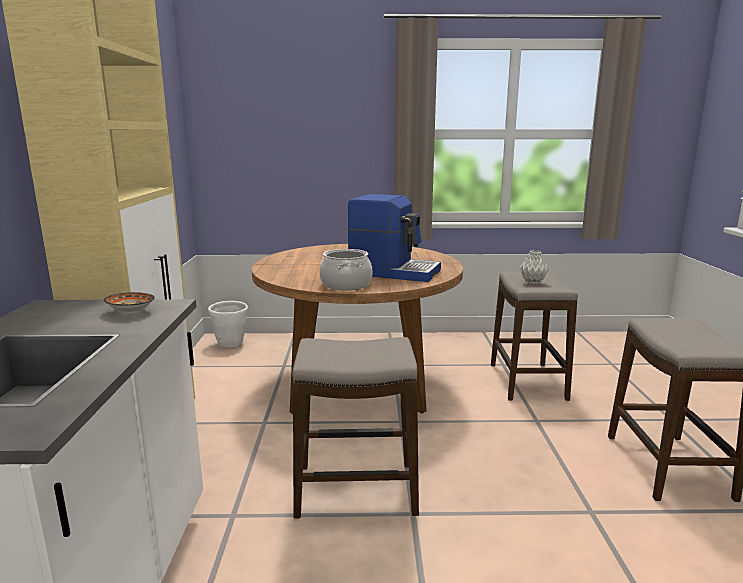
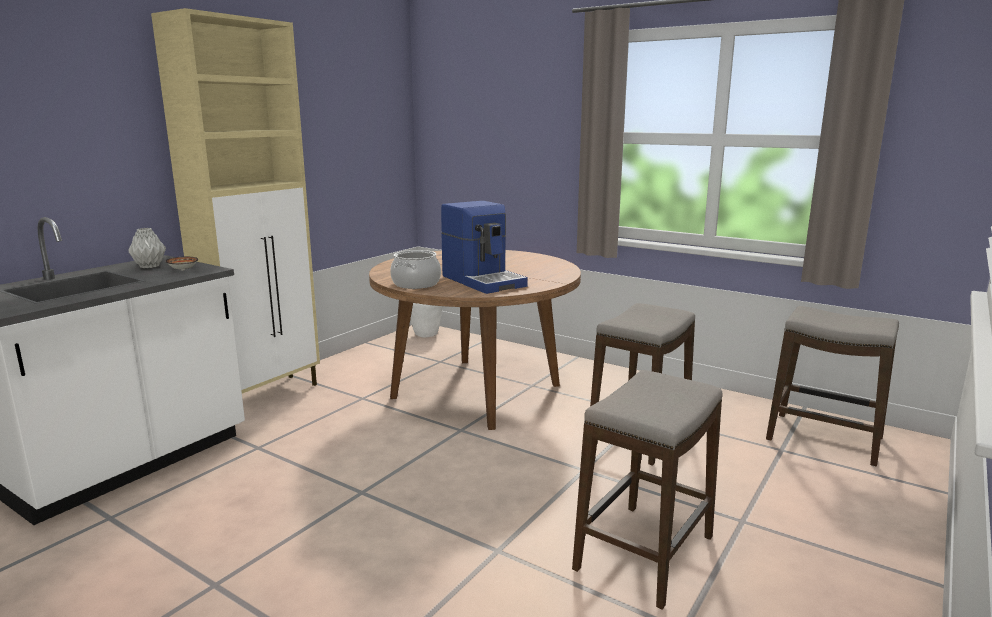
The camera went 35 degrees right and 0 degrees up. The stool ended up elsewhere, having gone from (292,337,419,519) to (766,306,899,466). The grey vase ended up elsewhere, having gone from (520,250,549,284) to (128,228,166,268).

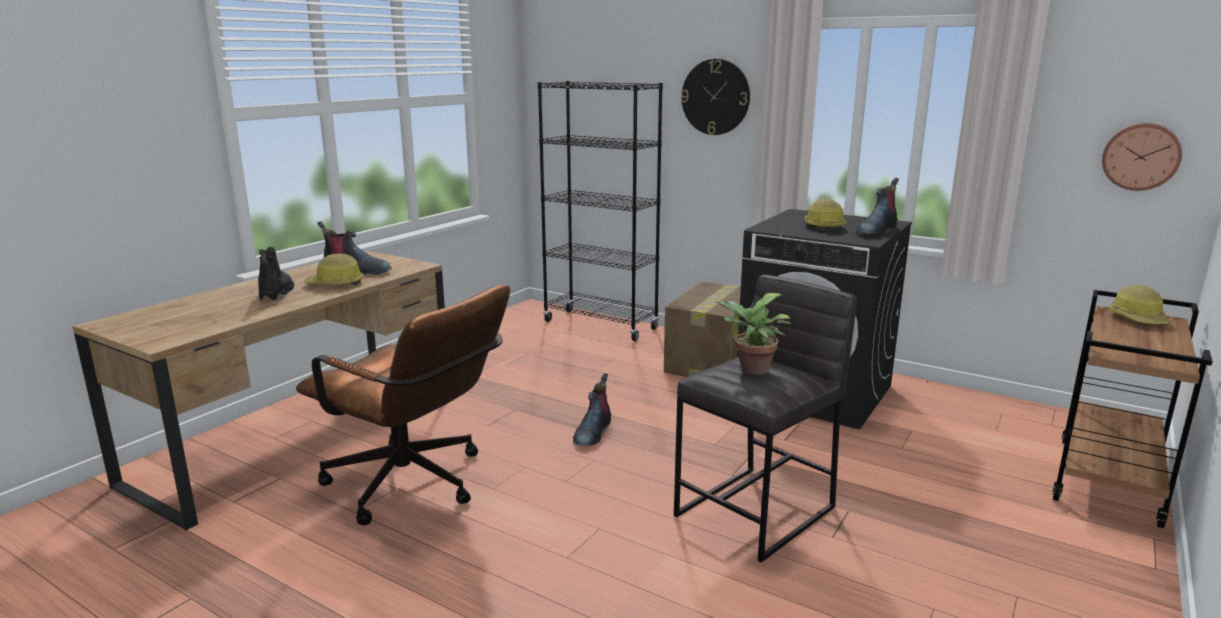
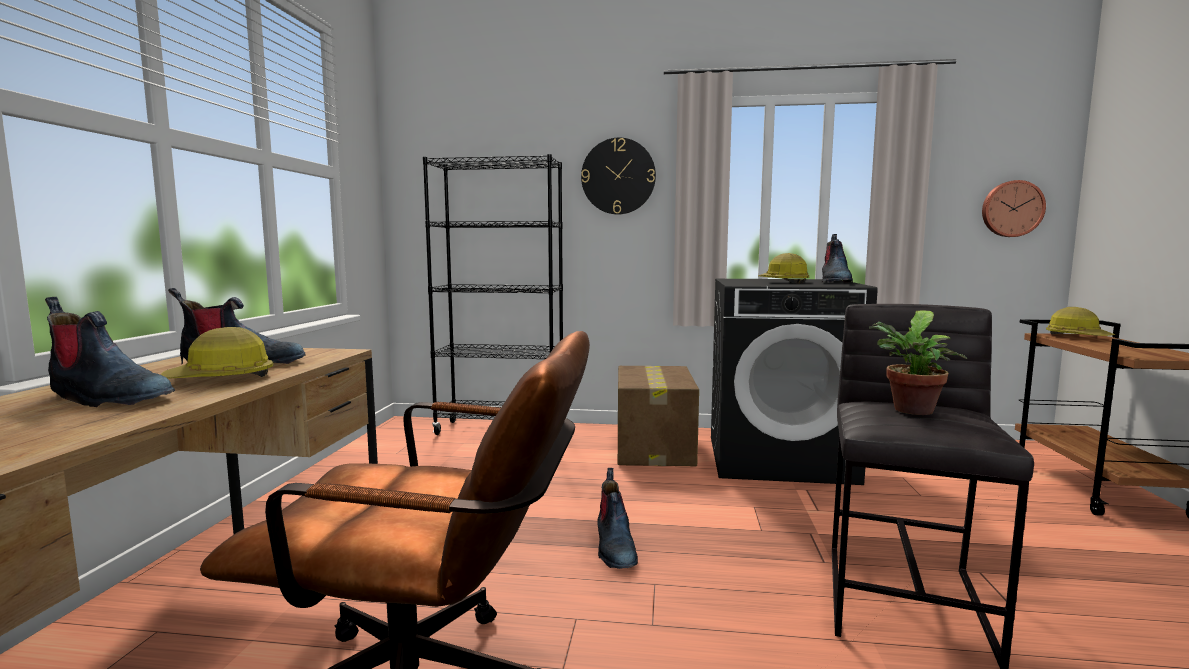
The camera went 25 degrees left and 10 degrees down. The boot at (258,247,294,301) ended up facing another way, 150 degrees clockwise from before.

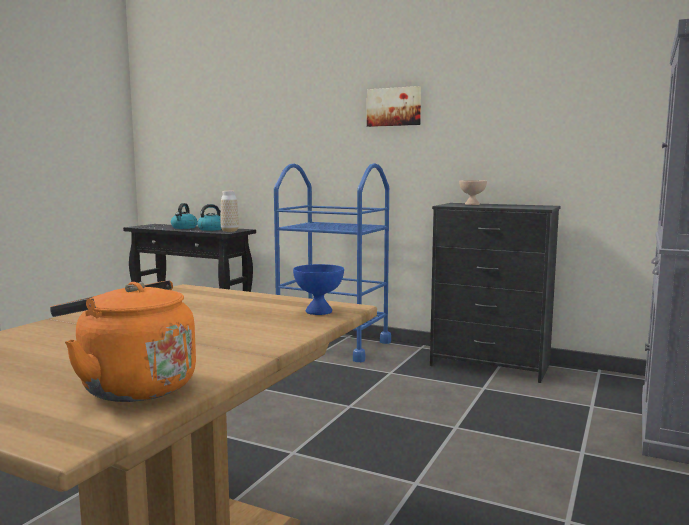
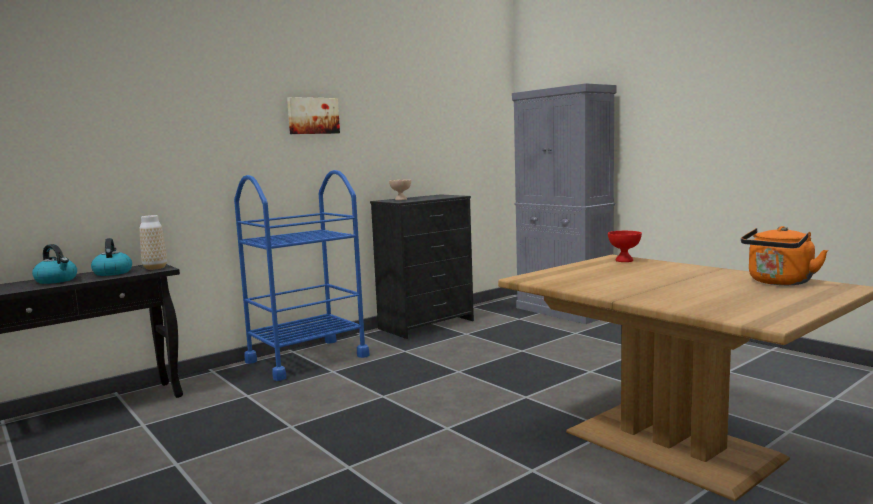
The camera went 65 degrees left and 0 degrees up. What was the blue bowl at (293,264,344,315) turned into the red bowl at (608,231,642,262).

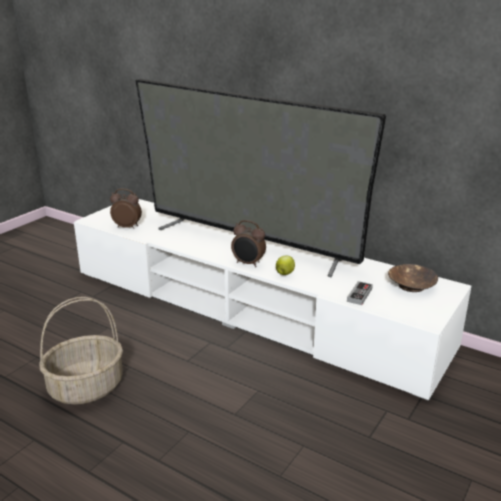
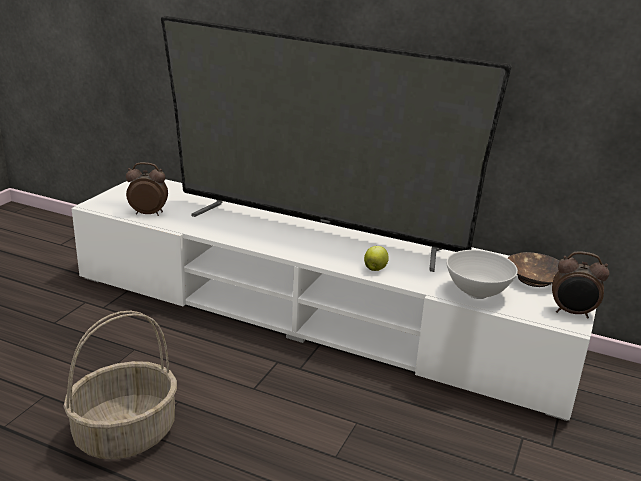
The camera went 10 degrees left and 0 degrees up. The alarm clock ended up elsewhere, having gone from (231,220,266,267) to (552,251,609,319). Where the game controller stood at (347,281,373,305), the white bowl came to stand at (446,250,518,299).

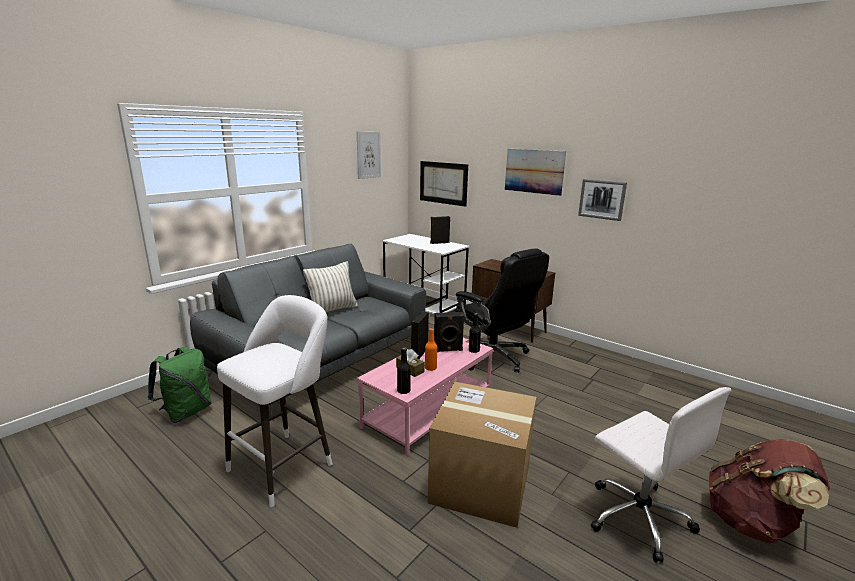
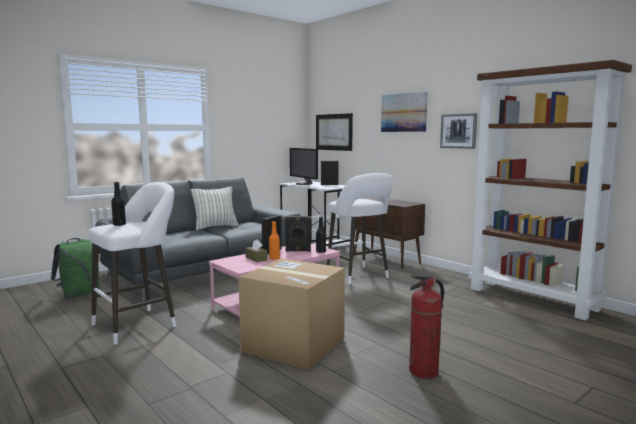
The camera went 10 degrees right and 10 degrees down. The second view lost the picture at (357,131,381,179). The black bottle ended up elsewhere, having gone from (397,347,411,394) to (111,182,126,226). Where the black office chair stood at (455,248,549,373), the white stool came to stand at (327,173,393,284). Where the white office chair stood at (591,387,731,563), the fire extinguisher came to stand at (409,275,444,379). The second view lost the brown backpack at (708,439,830,544). The second view gained the monitor at (290,148,318,185). The second view gained the brown bookcase at (469,60,632,320).

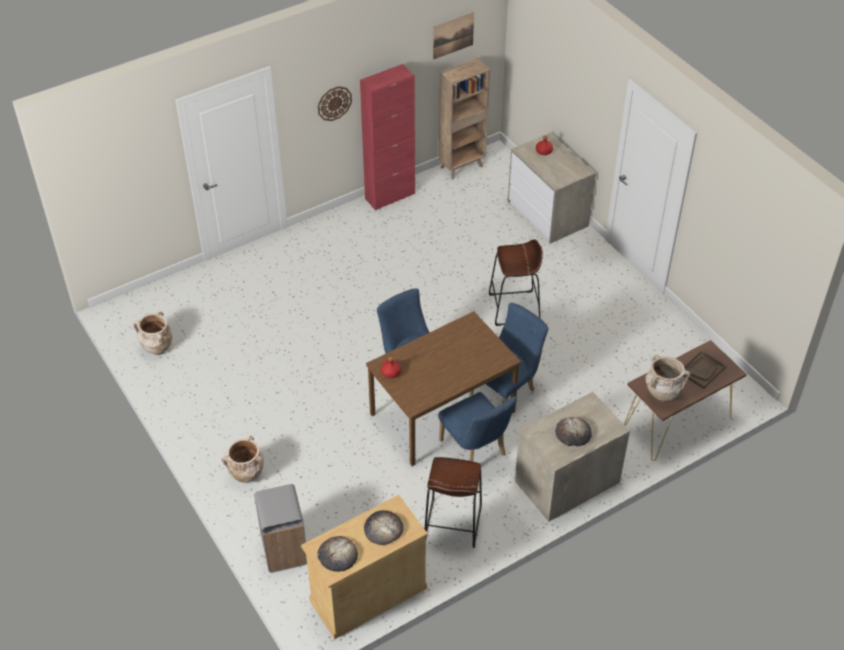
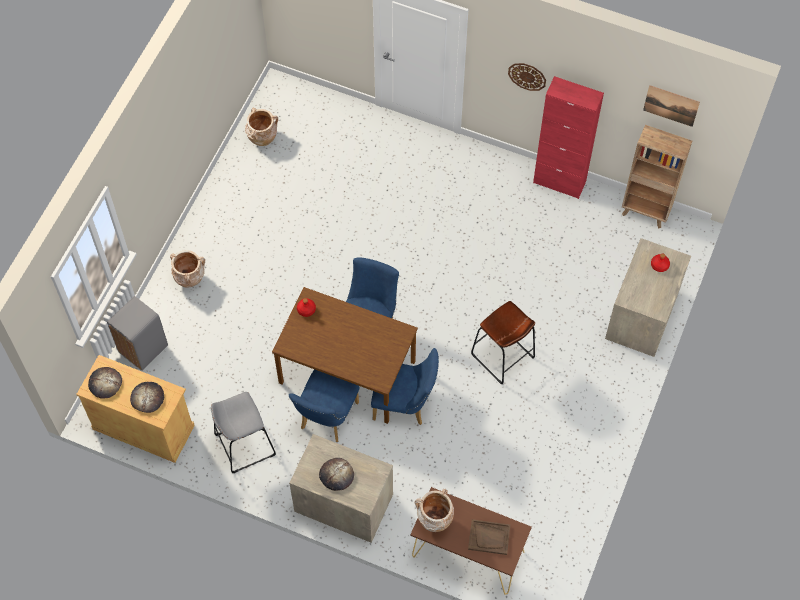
The camera went 55 degrees right and 15 degrees up. What was the brown stool at (425,457,482,548) turned into the grey stool at (211,392,276,474).

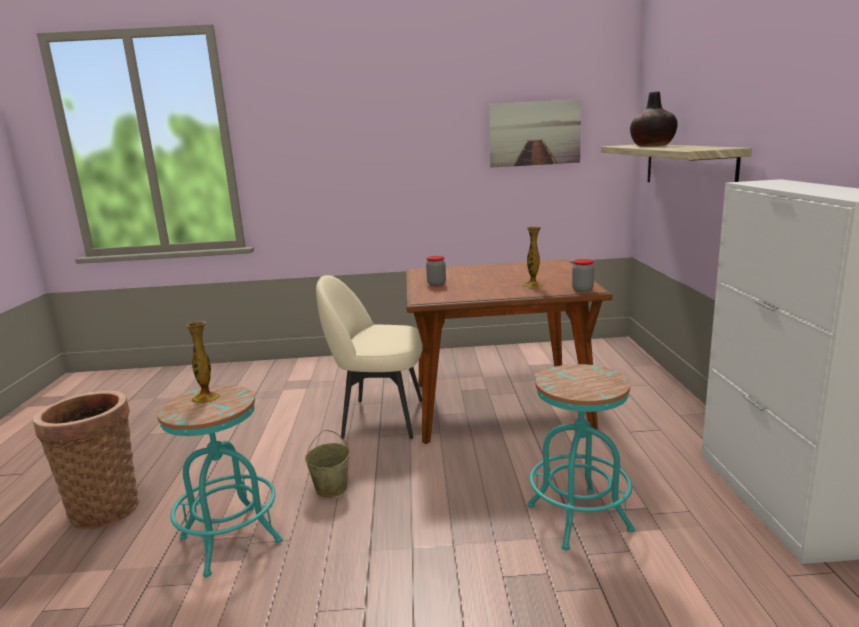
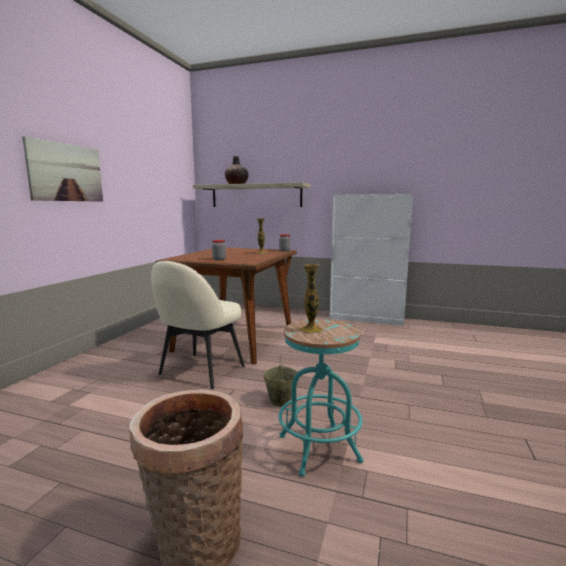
The camera went 70 degrees left and 5 degrees down. The picture ended up elsewhere, having gone from (489,99,581,168) to (22,136,103,202). The second view lost the turquoise stool at (527,364,635,550).

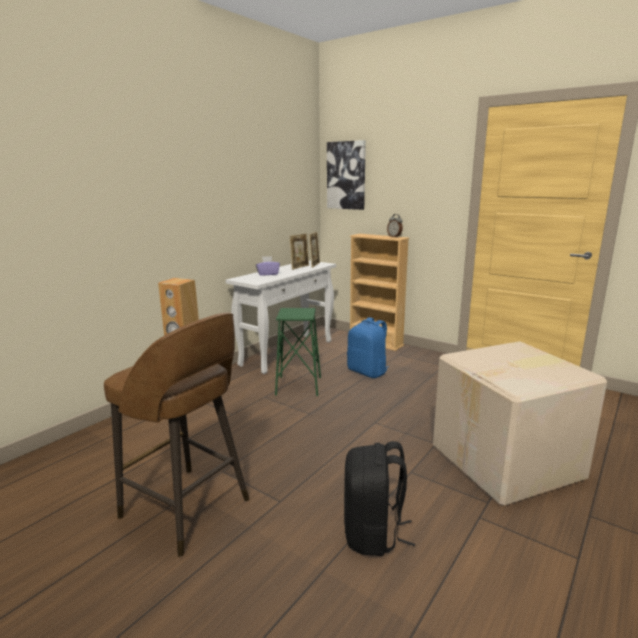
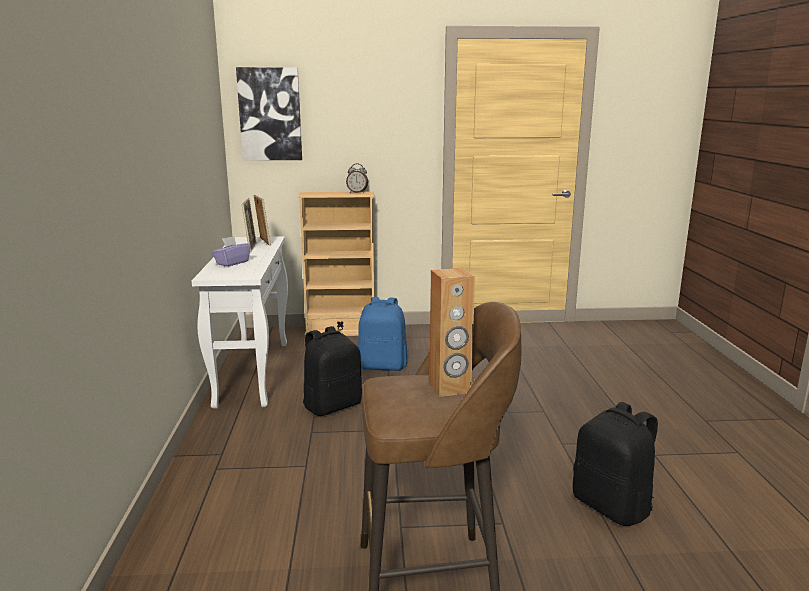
The camera went 40 degrees left and 0 degrees up. Where the green stool stood at (275,308,321,396), the black backpack came to stand at (303,326,362,416). The second view lost the cardboard box at (433,341,607,506).

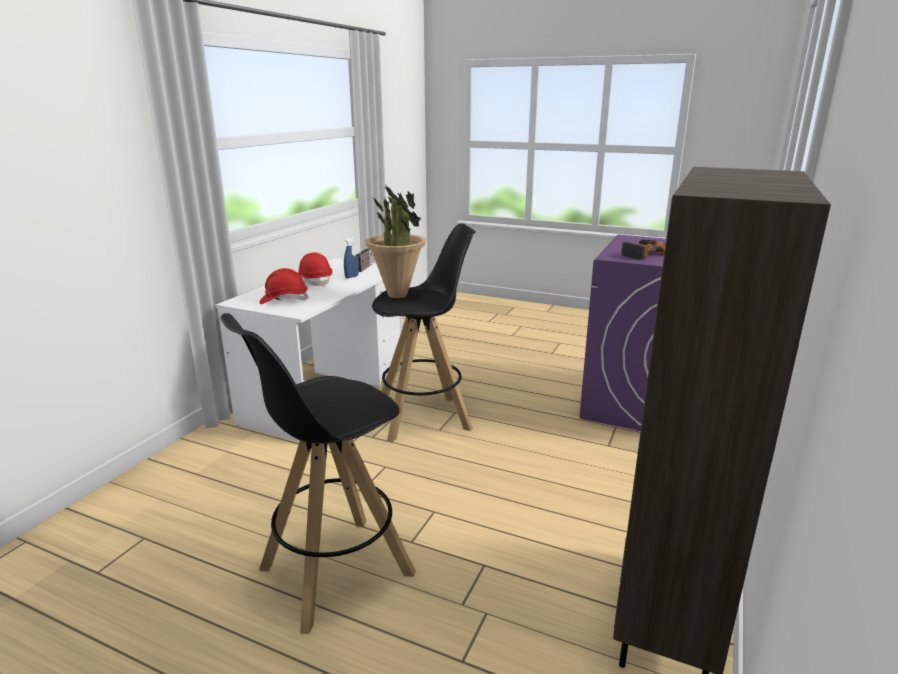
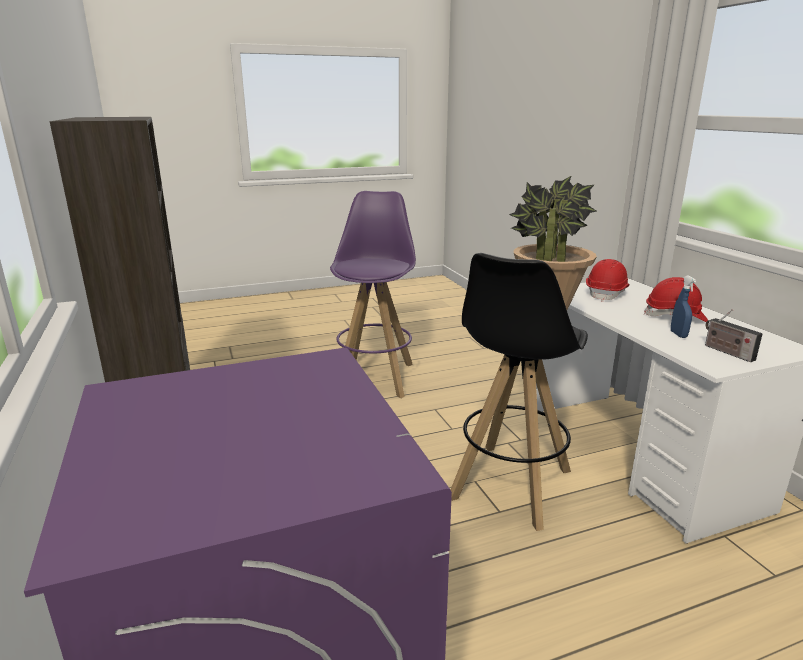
The camera went 135 degrees right and 0 degrees up. What was the black stool at (221,313,416,634) turned into the purple stool at (330,191,416,398). The second view lost the power drill at (621,239,666,260).

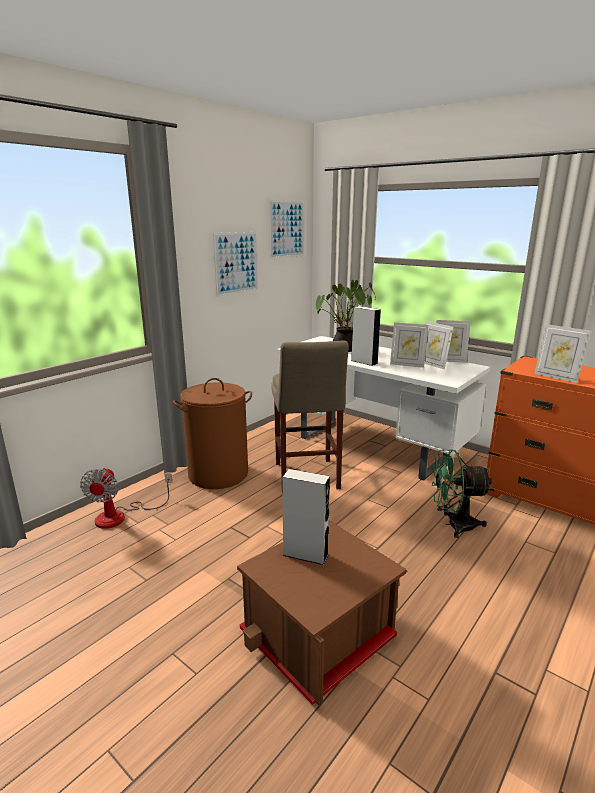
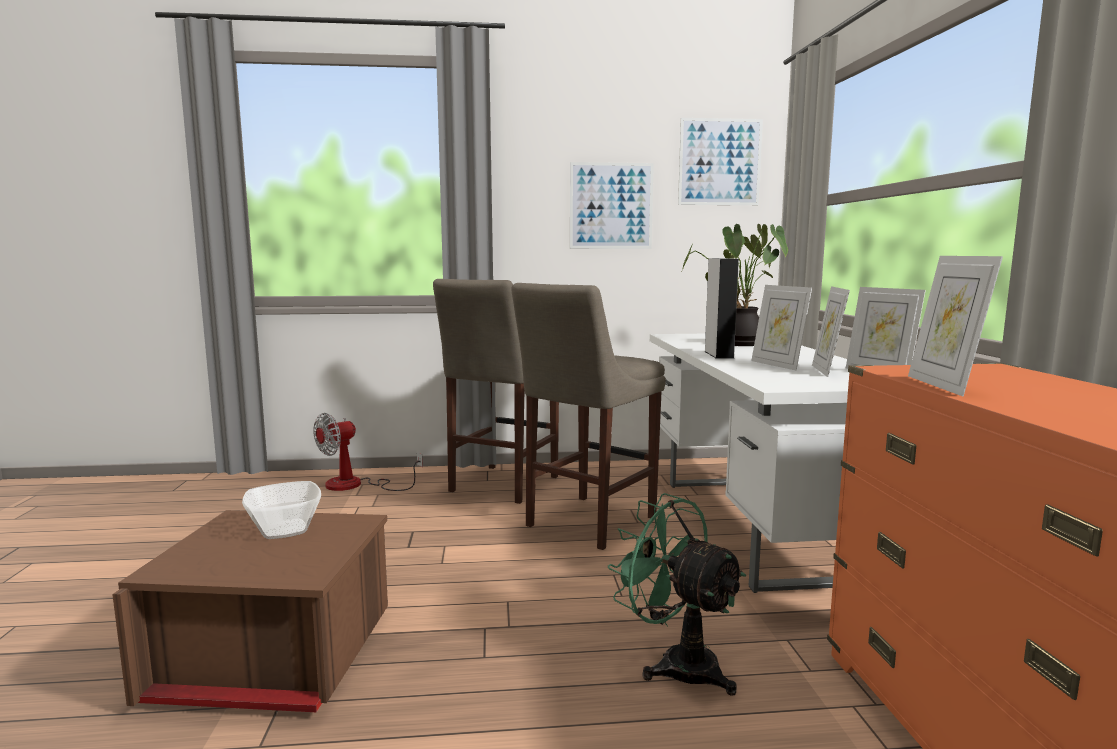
The camera went 45 degrees right and 10 degrees down. Where the brown laundry basket stood at (173,378,252,489), the beige stool came to stand at (433,279,559,504). Where the grey speaker stood at (282,469,330,565), the bowl came to stand at (242,481,321,539).

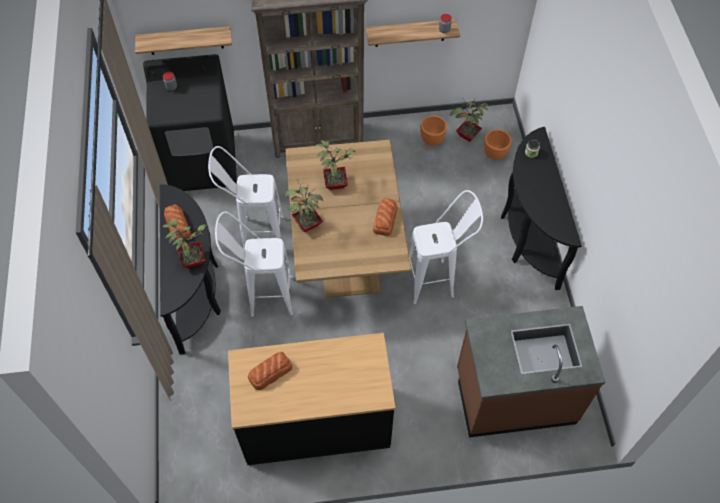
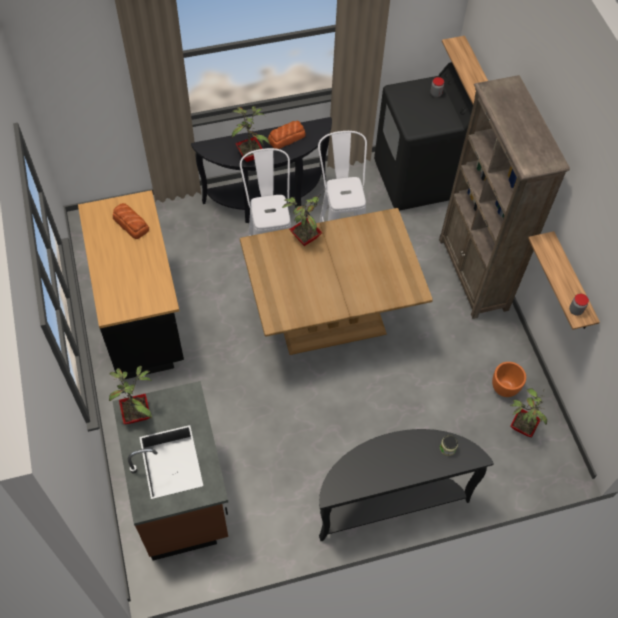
The camera went 80 degrees right and 0 degrees up. The potted plant ended up elsewhere, having gone from (315,140,355,190) to (109,366,152,424). The second view lost the bread at (373,198,398,236). The second view lost the white stool at (408,190,483,304). The second view lost the orange planter at (484,129,511,160).

